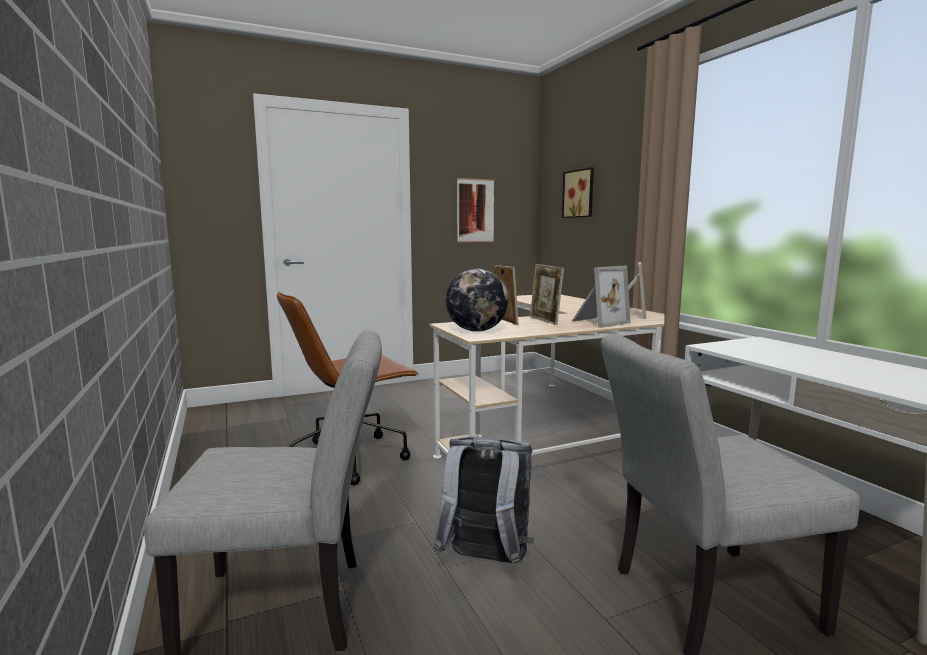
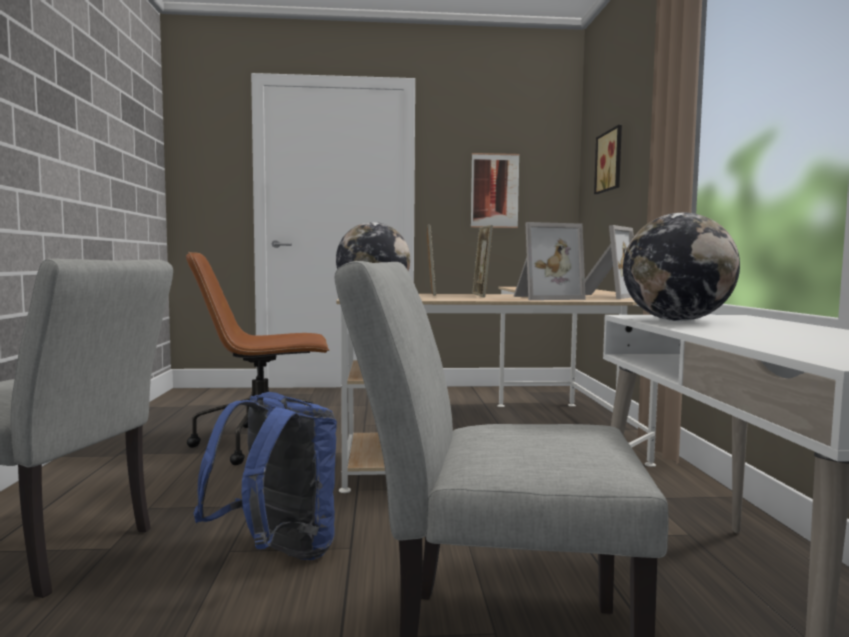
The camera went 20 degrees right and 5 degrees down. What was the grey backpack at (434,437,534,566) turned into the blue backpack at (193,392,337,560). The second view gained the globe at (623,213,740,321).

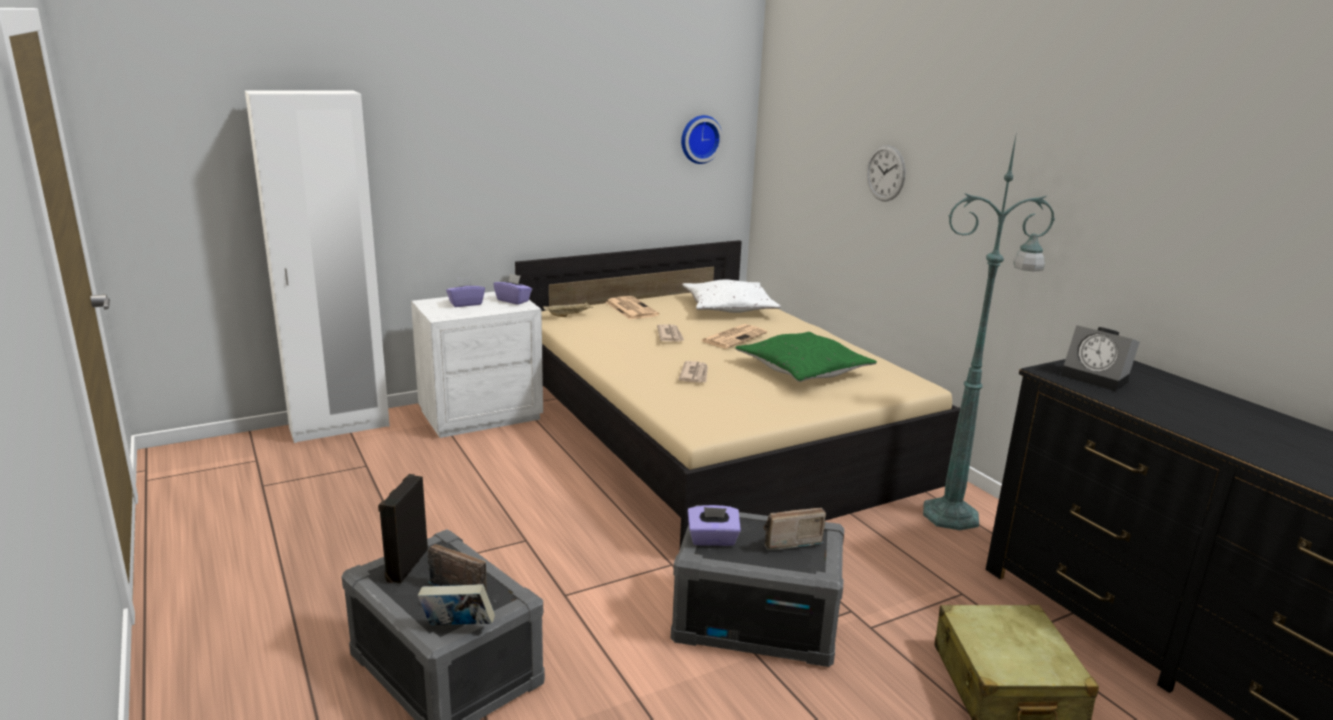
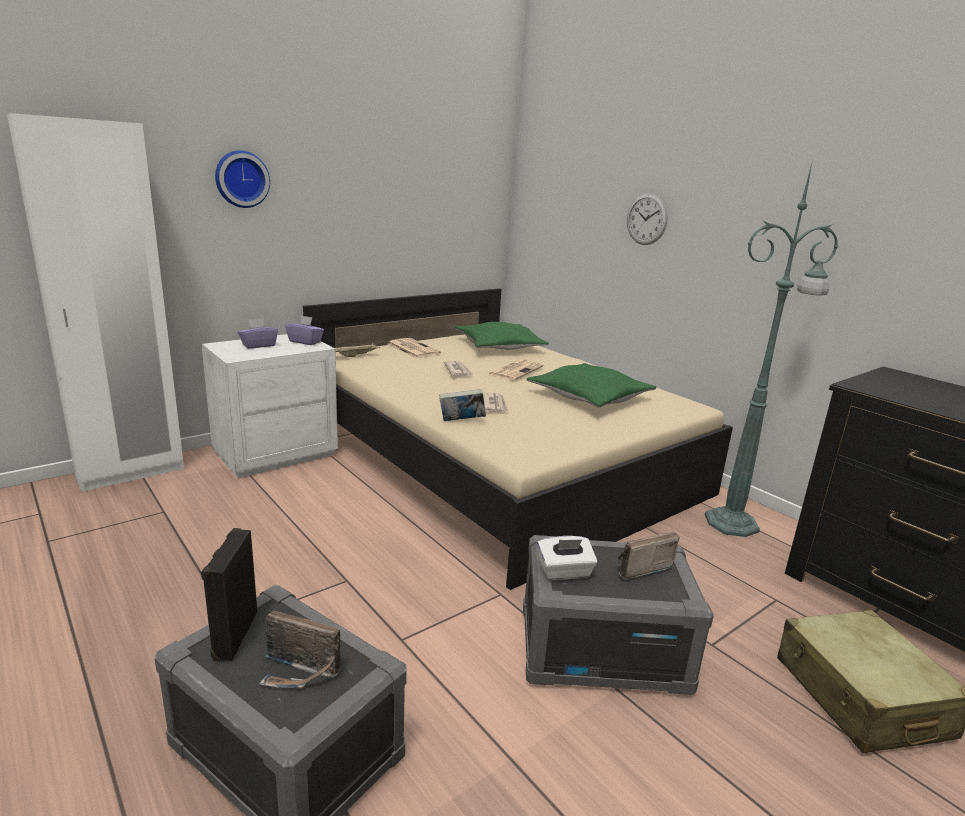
The camera went 10 degrees left and 0 degrees up. The book ended up elsewhere, having gone from (418,584,495,625) to (439,389,486,421). The wall clock ended up elsewhere, having gone from (681,115,723,164) to (215,150,270,208). What was the white pillow at (682,279,781,313) turned into the green pillow at (455,322,549,350). What was the purple tissue box at (688,505,741,546) turned into the white tissue box at (537,536,597,580). The second view lost the alarm clock at (1061,325,1140,391).

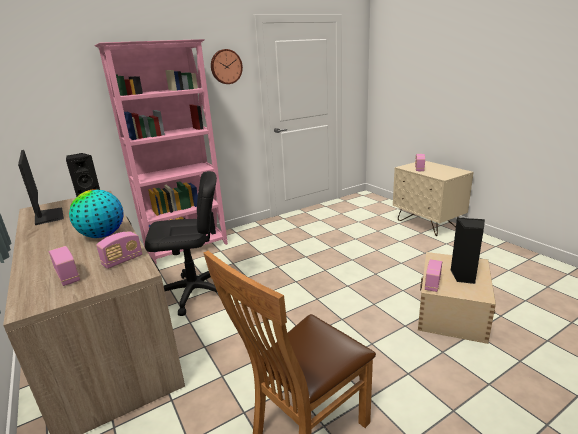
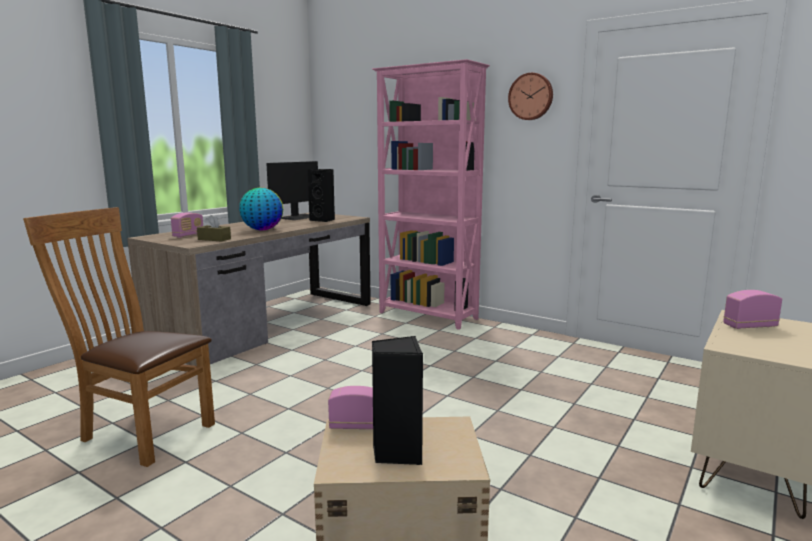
The camera went 65 degrees right and 10 degrees down. Where the radio stood at (96,232,143,269), the brown tissue box came to stand at (197,215,231,241). The second view lost the black office chair at (145,171,218,316).

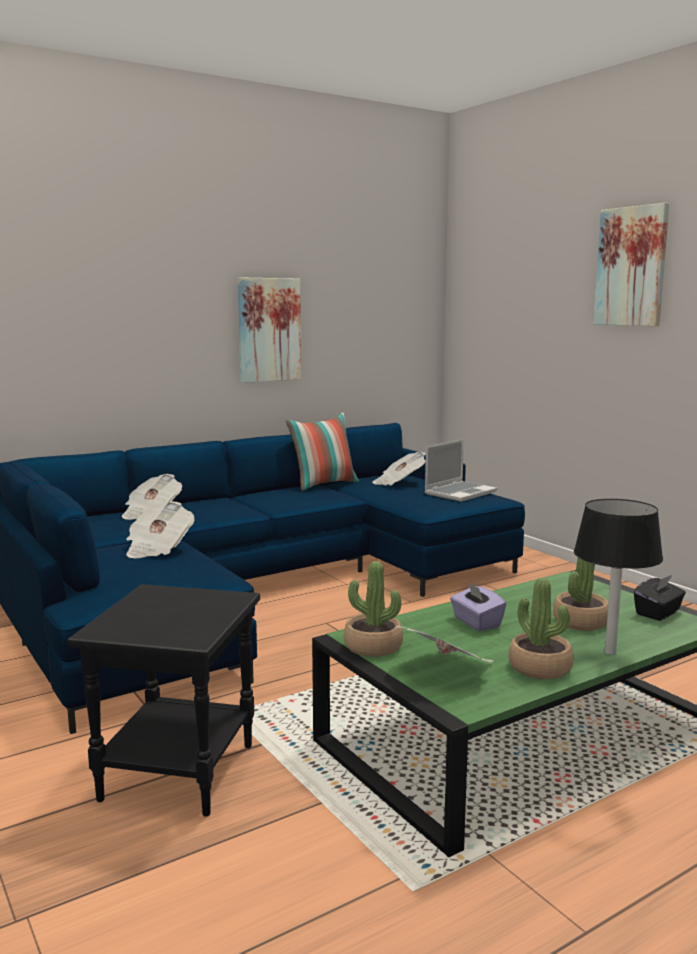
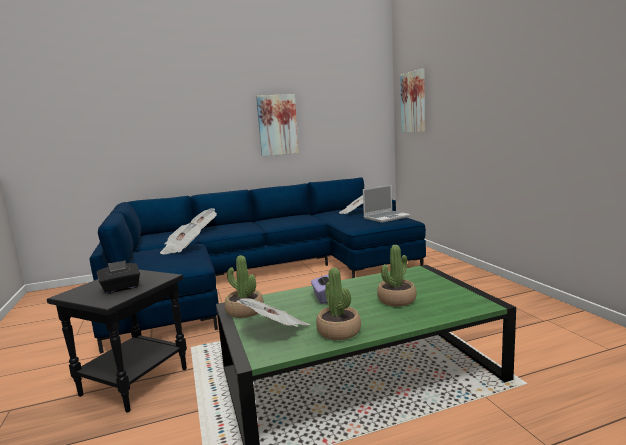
The camera went 15 degrees right and 0 degrees up. The second view lost the pillow at (286,413,359,491). The second view lost the black table lamp at (574,499,663,655). The picture ended up elsewhere, having gone from (594,203,669,326) to (400,69,425,133). The black tissue box ended up elsewhere, having gone from (634,574,686,621) to (97,260,140,294).

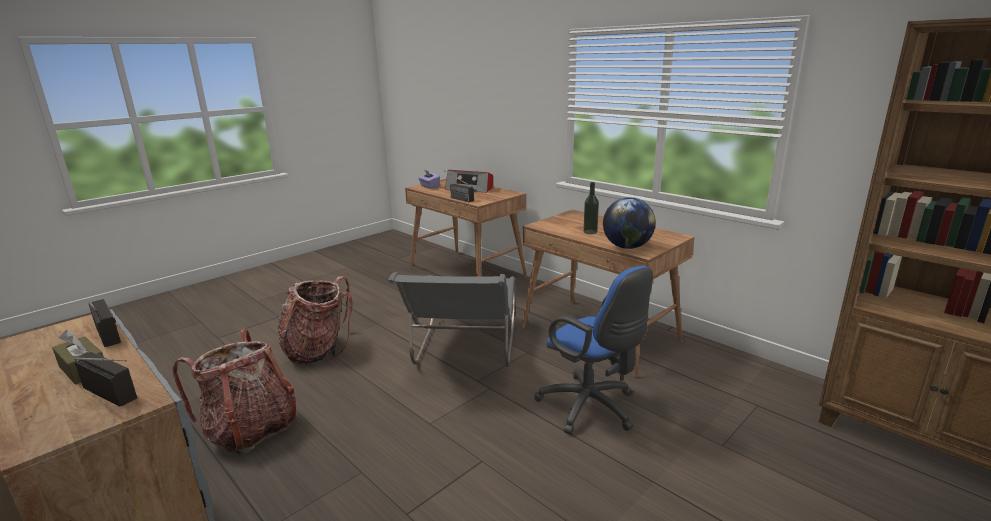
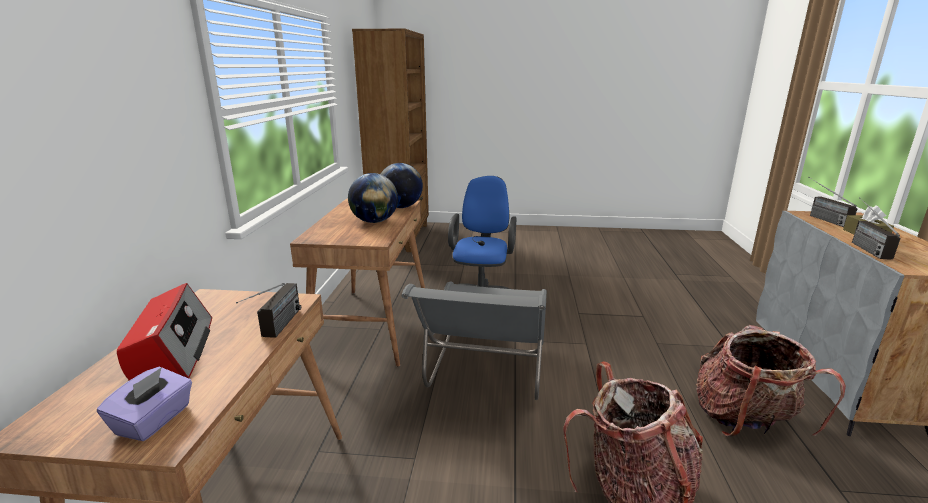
The camera went 130 degrees left and 0 degrees up. The grey chair at (388,272,516,367) ended up facing another way, 135 degrees clockwise from before. Where the bottle stood at (583,182,599,234), the globe came to stand at (348,173,398,223).

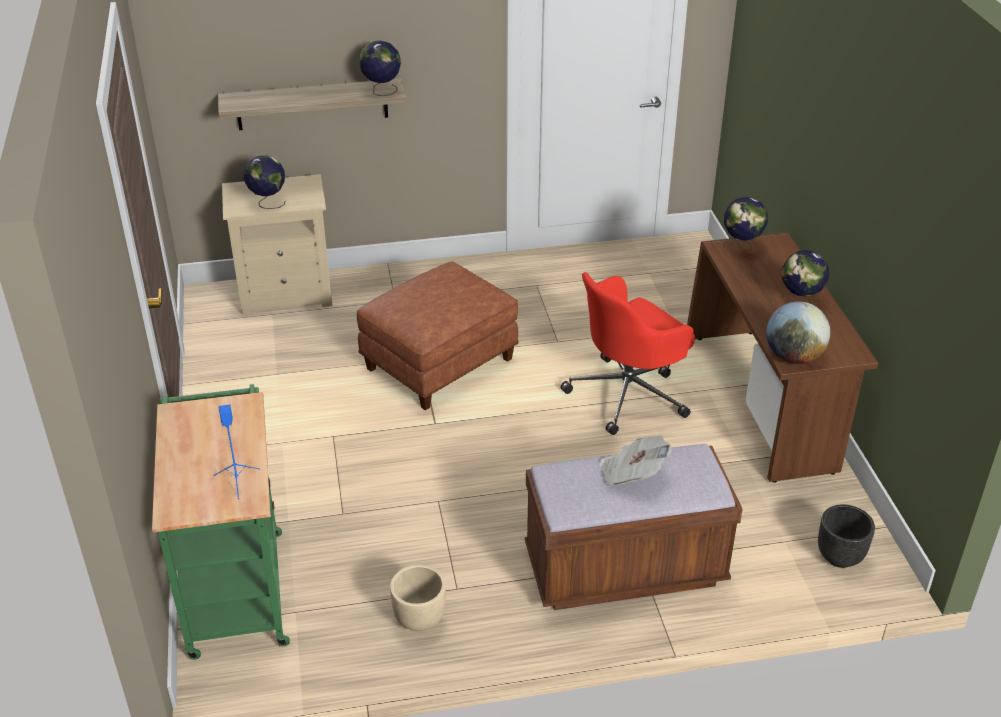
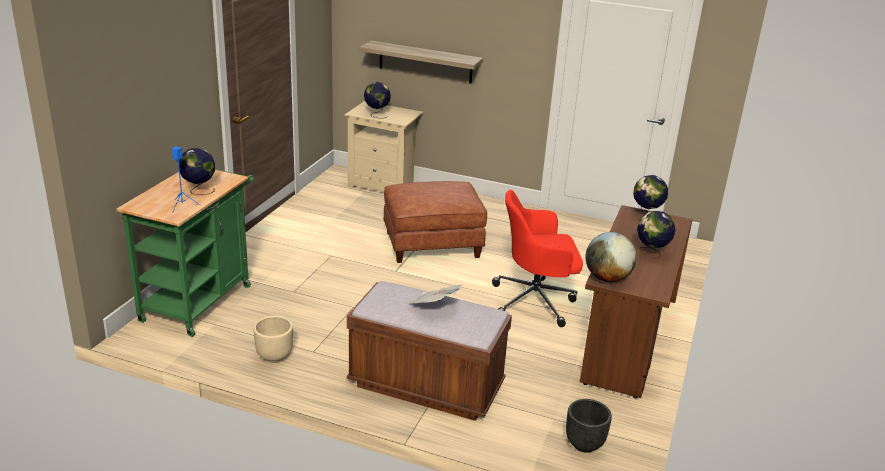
The camera went 30 degrees right and 10 degrees down. The globe ended up elsewhere, having gone from (359,40,401,96) to (179,148,215,195).

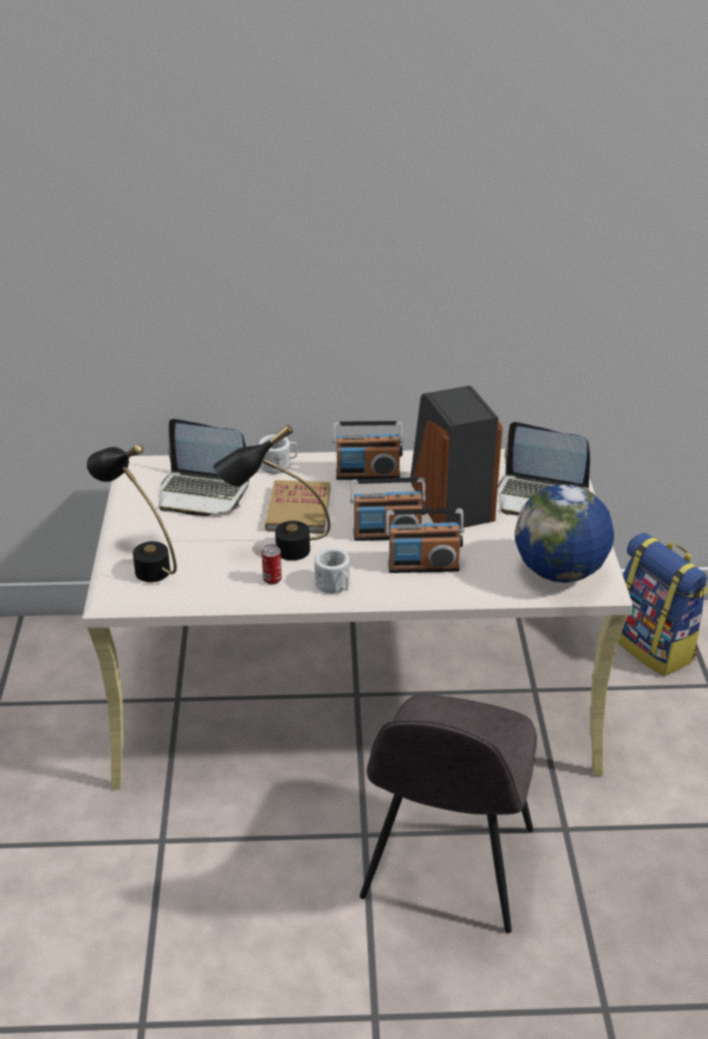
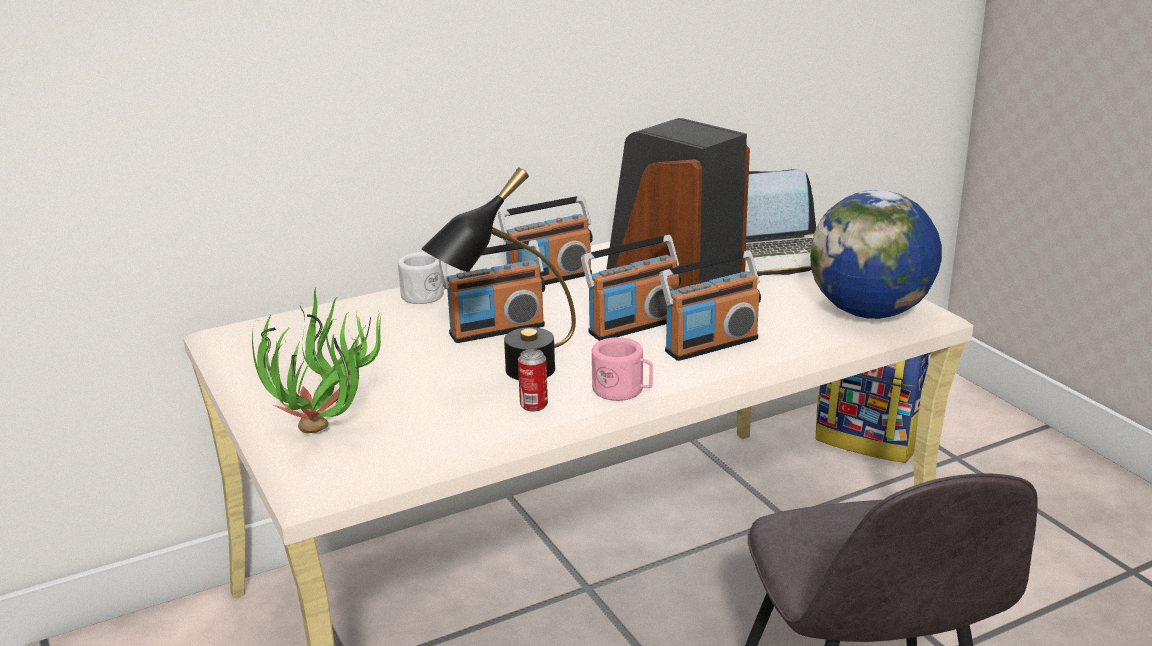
The camera went 25 degrees left and 10 degrees down. Where the black table lamp stood at (87,444,177,582), the potted plant came to stand at (252,287,381,433). The second view lost the laptop at (159,419,249,516). Where the book stood at (265,480,330,534), the radio came to stand at (439,240,545,343). What was the white mug at (314,548,350,594) turned into the pink mug at (592,337,653,401).

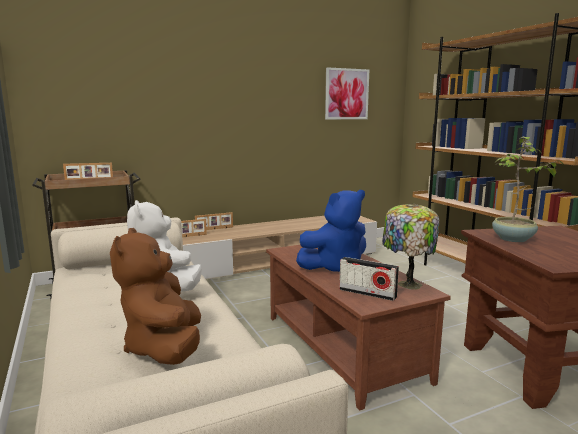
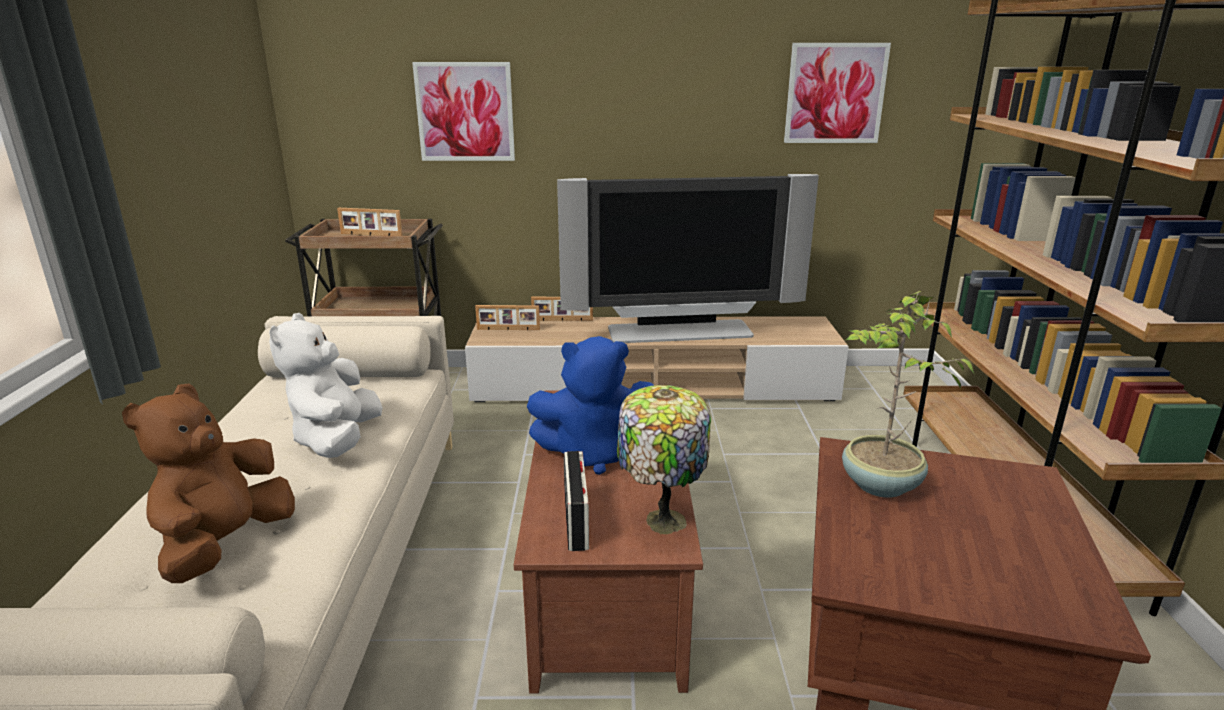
The camera went 25 degrees right and 10 degrees up. The radio at (339,257,399,301) ended up facing another way, 150 degrees counterclockwise from before. The second view gained the picture at (412,62,515,161). The second view gained the television at (557,174,819,343).

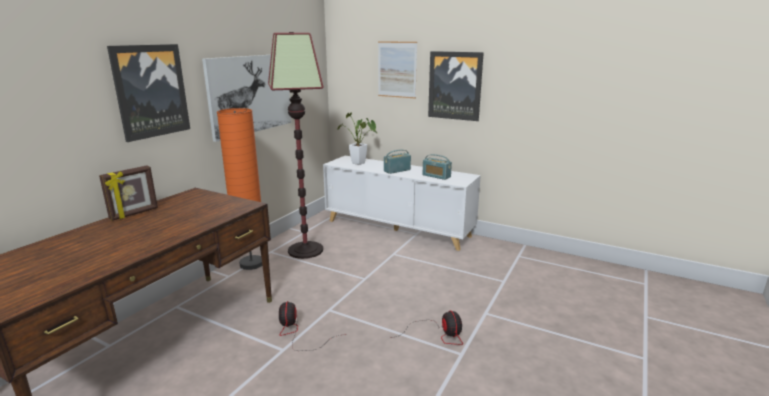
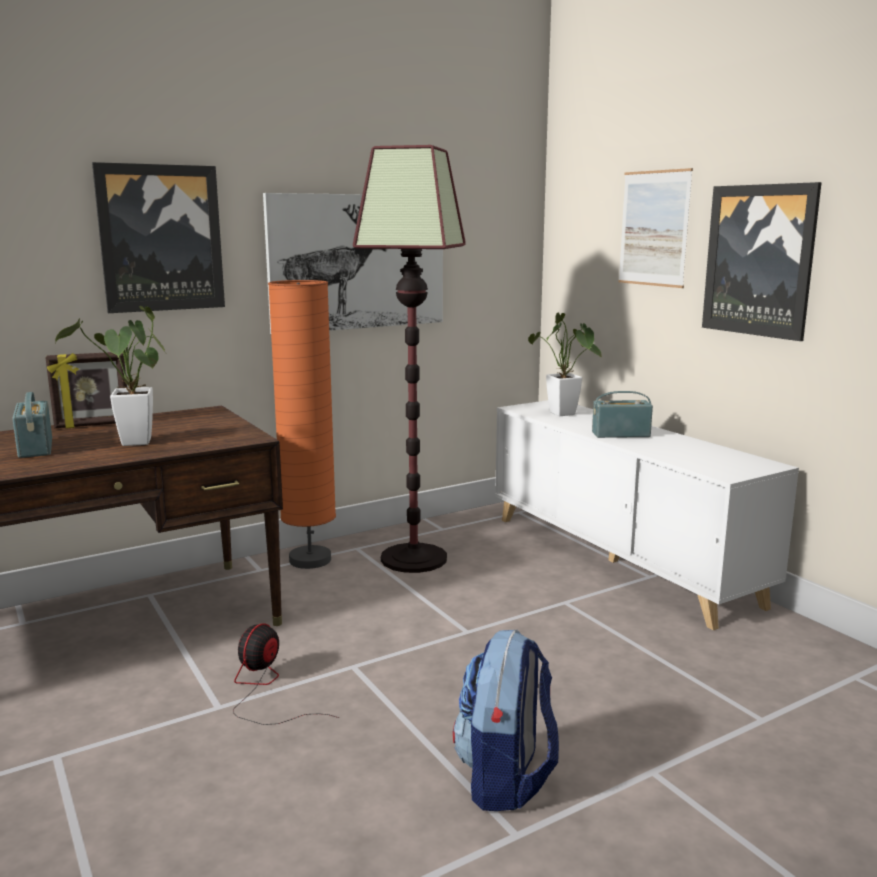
The camera went 30 degrees right and 5 degrees down. Where the fan stood at (390,310,463,345), the backpack came to stand at (453,629,559,811). The radio ended up elsewhere, having gone from (423,154,452,180) to (12,392,52,458). The second view gained the potted plant at (55,306,165,446).

